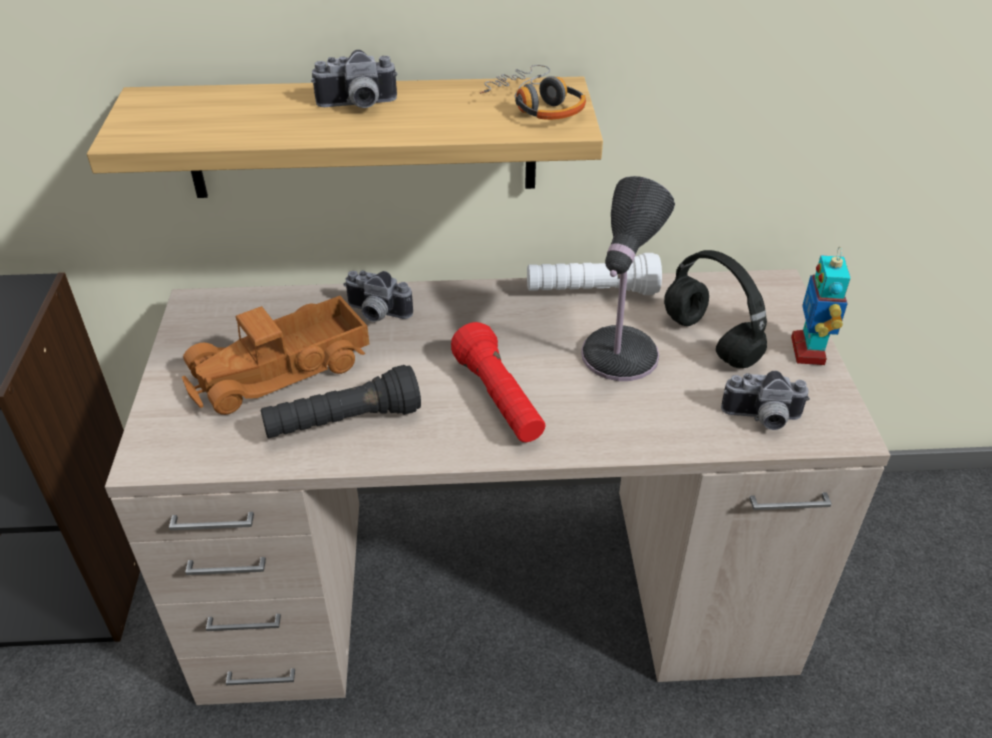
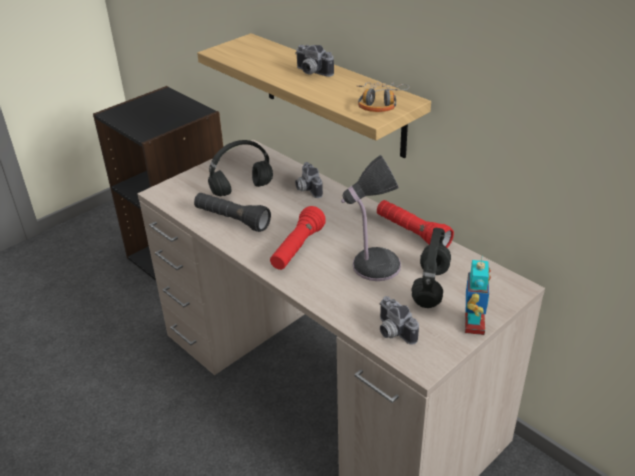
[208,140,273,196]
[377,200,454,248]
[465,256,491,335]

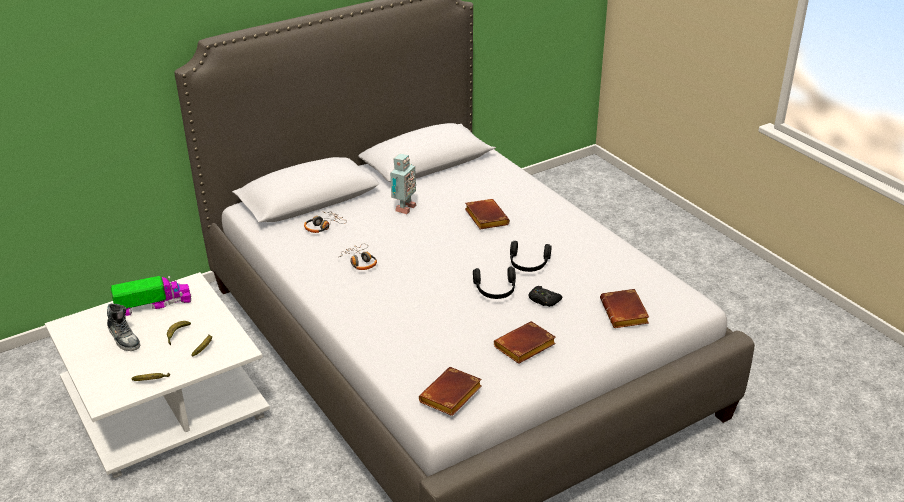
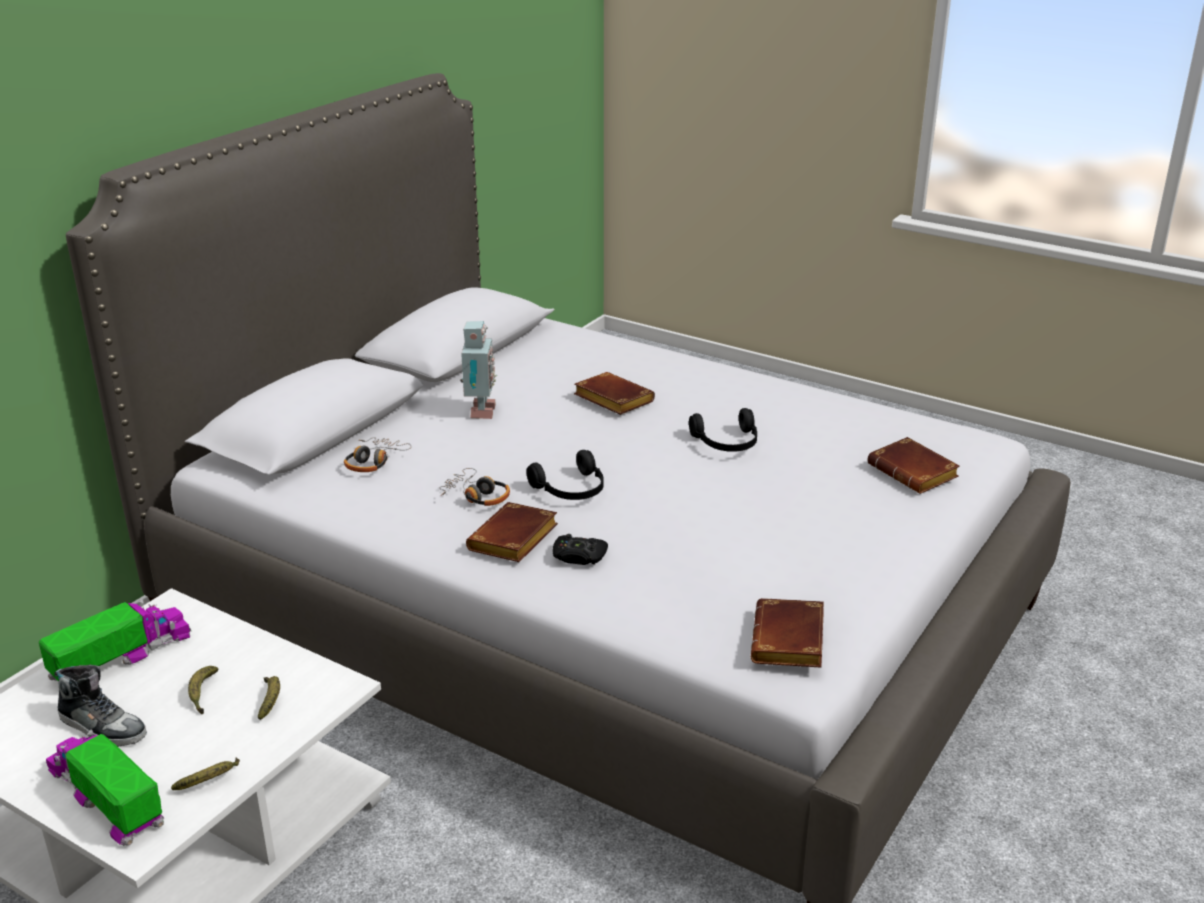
[46,729,164,846]
[526,450,604,500]
[466,502,558,562]
[553,534,608,565]

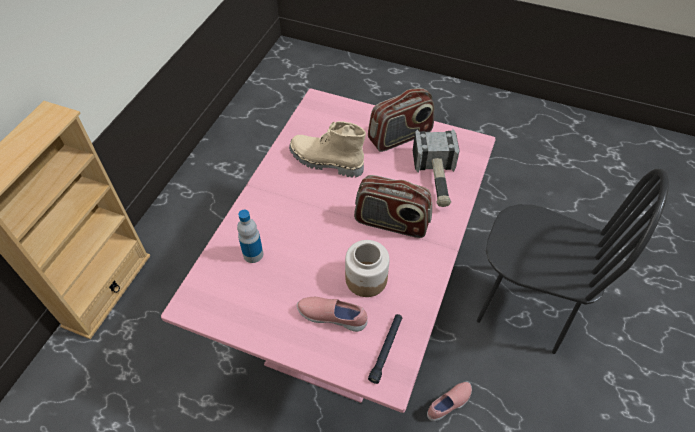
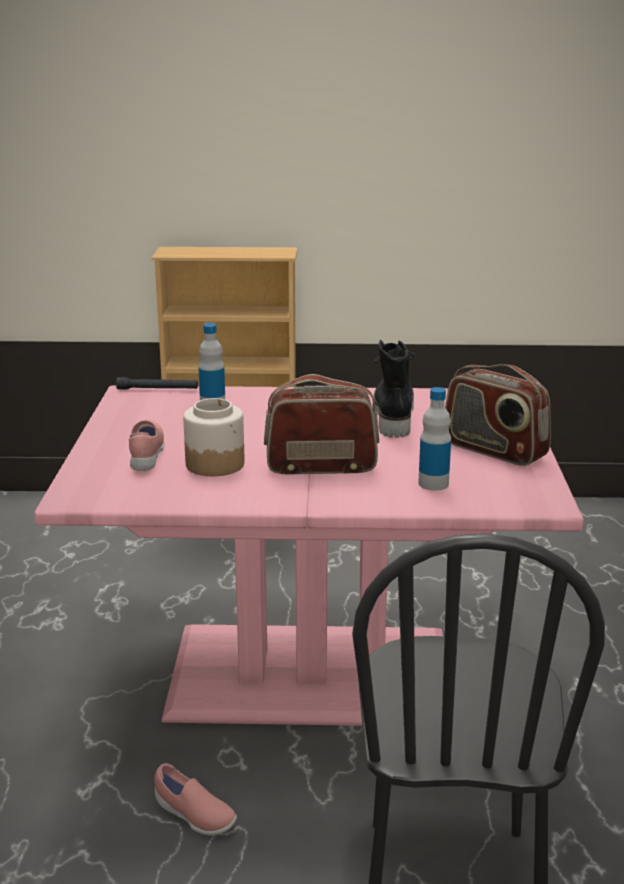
[116,377,198,390]
[418,387,451,491]
[373,339,415,438]
[264,374,379,475]

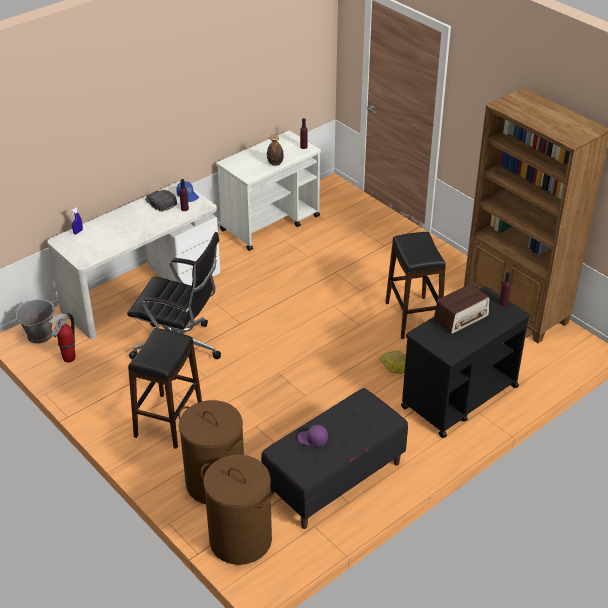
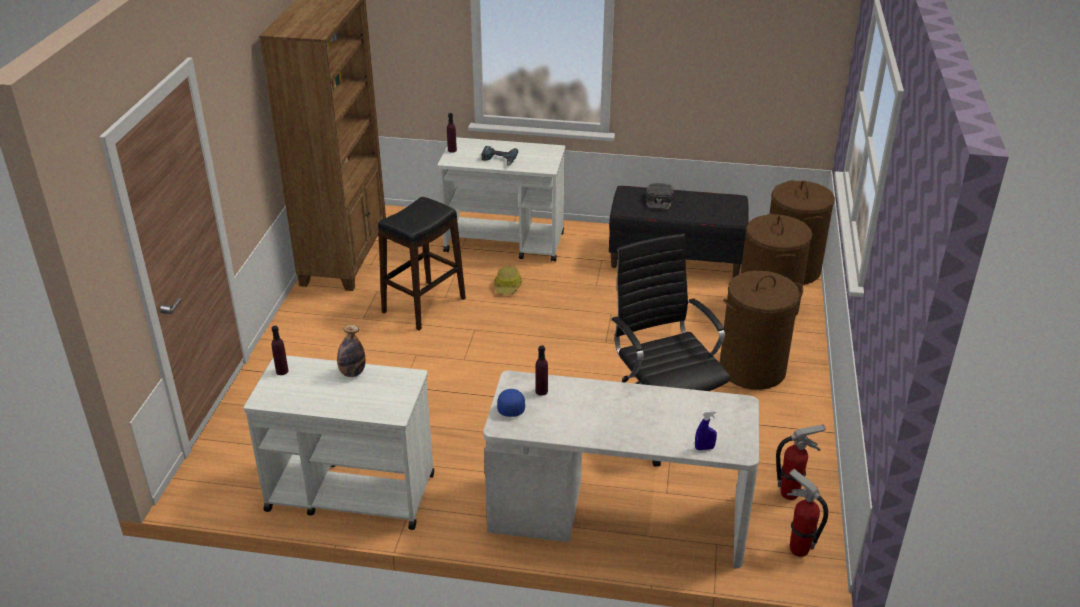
[298,425,328,446] (first image)
[646,183,674,210]
[787,469,828,557]
[720,271,803,390]
[481,146,518,166]
[438,137,566,262]

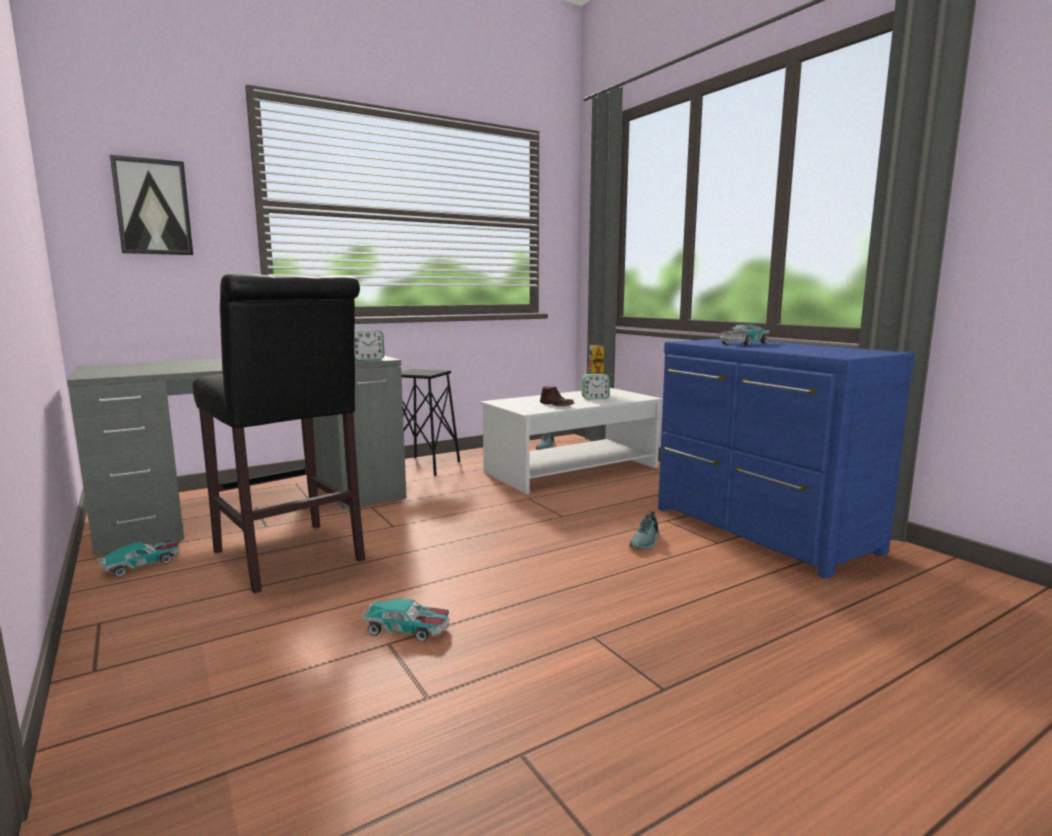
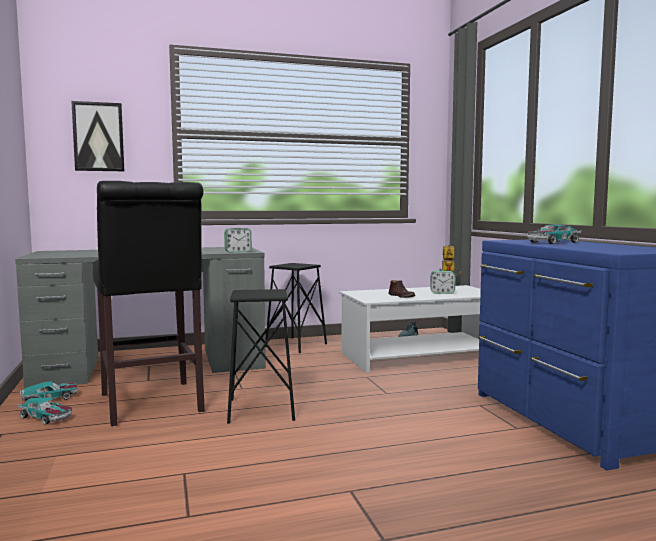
[629,511,659,549] (first image)
[227,289,295,424]
[17,398,72,425]

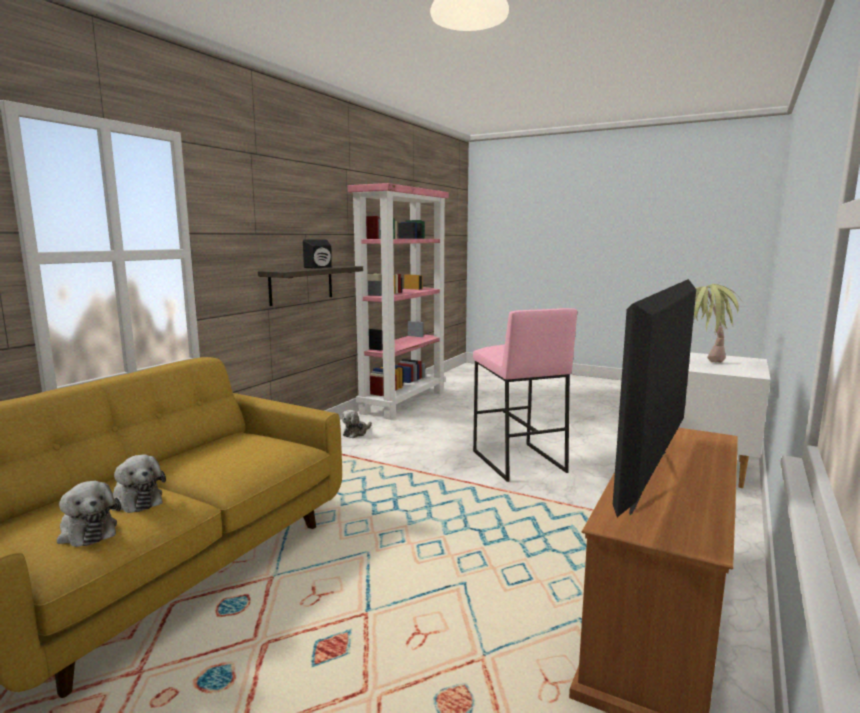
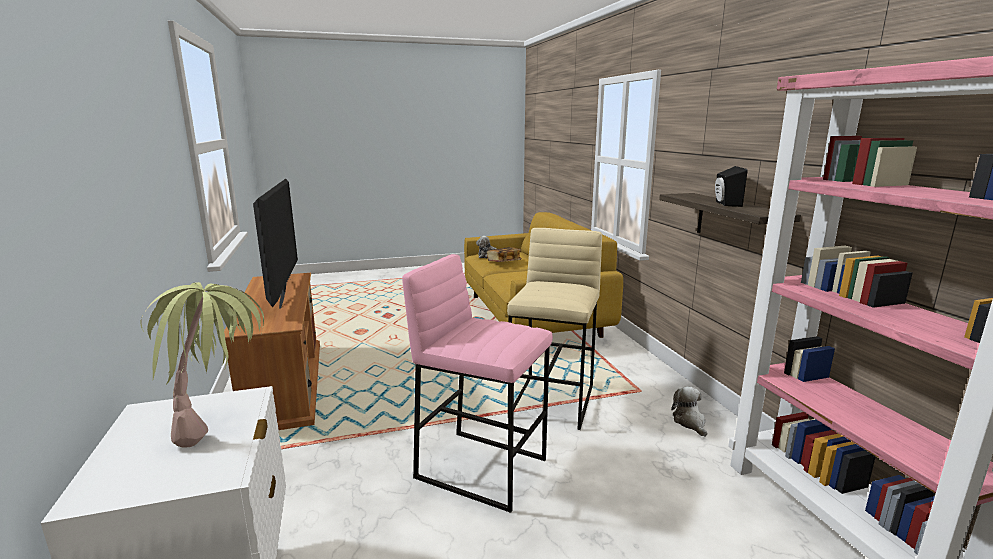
[507,228,602,430]
[487,247,522,262]

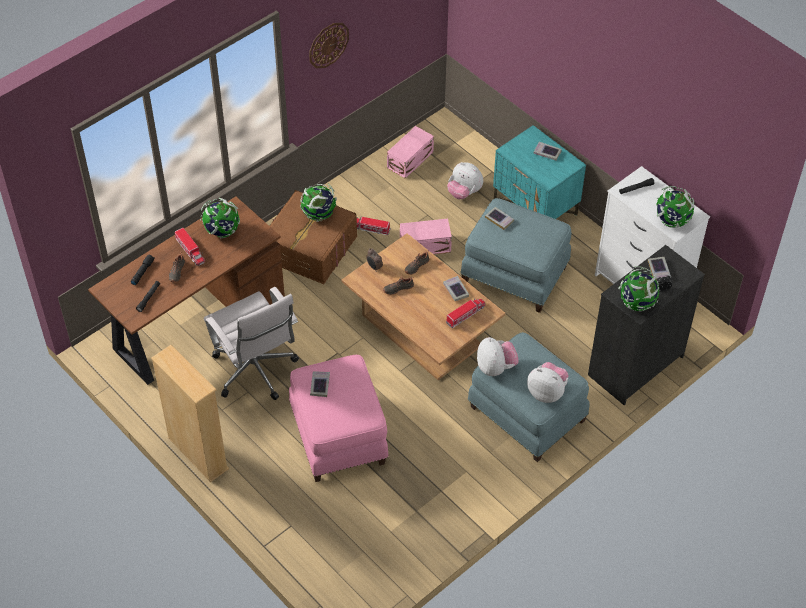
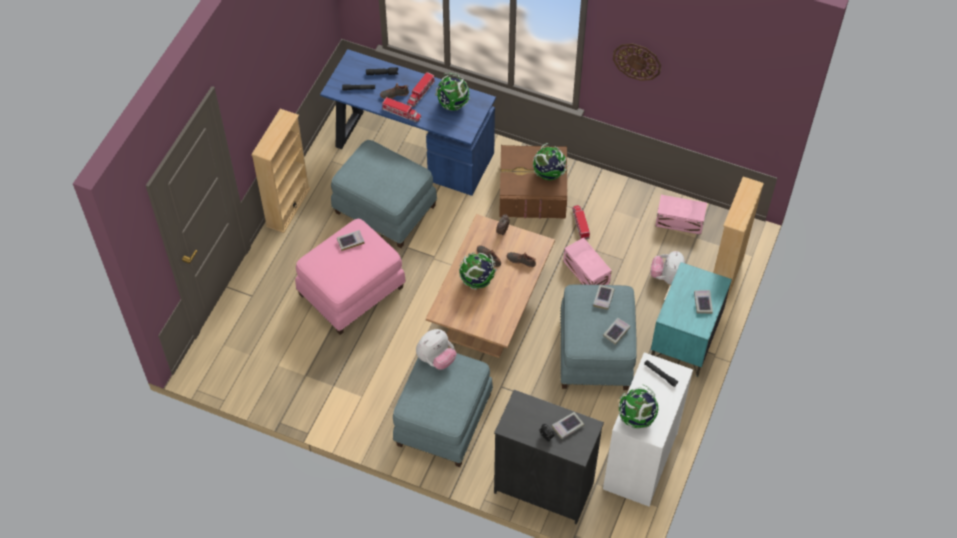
[527,362,569,403] (first image)
[713,177,764,302]
[603,318,630,345]
[382,97,421,122]
[459,252,497,290]
[331,140,437,248]
[320,49,496,196]

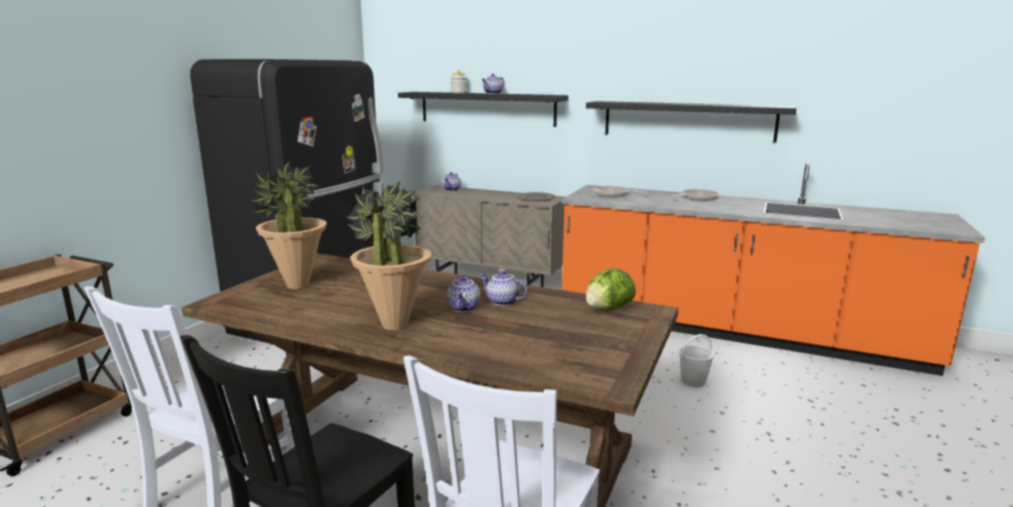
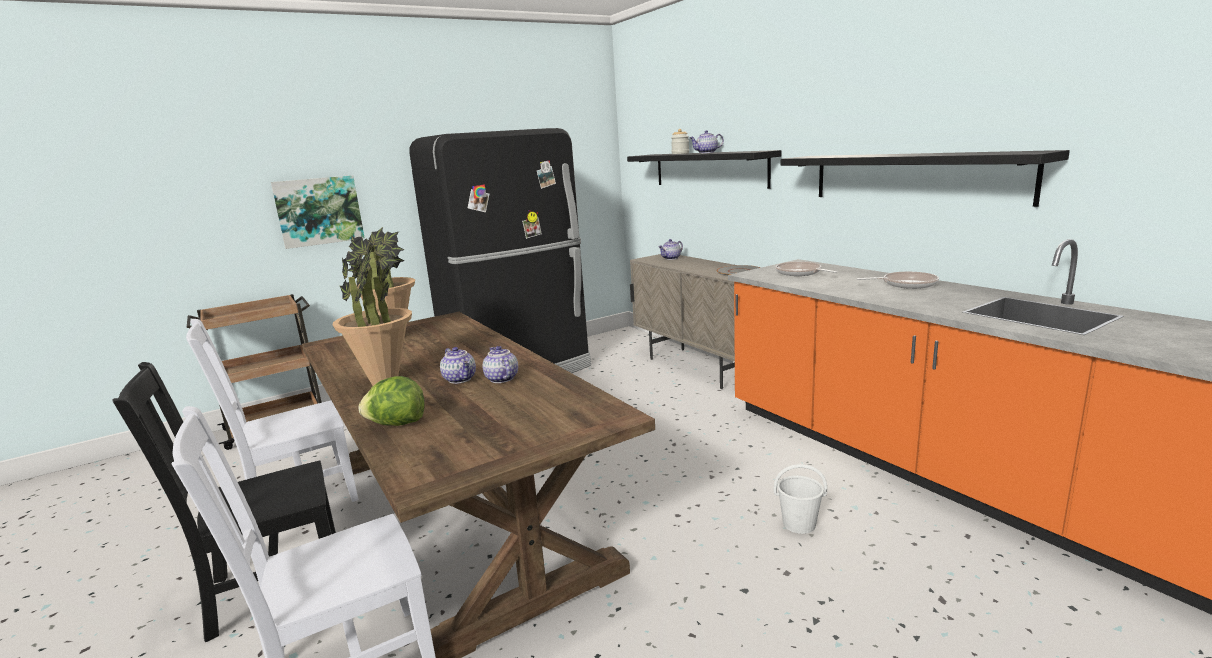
[271,175,365,249]
[359,376,425,426]
[440,347,476,384]

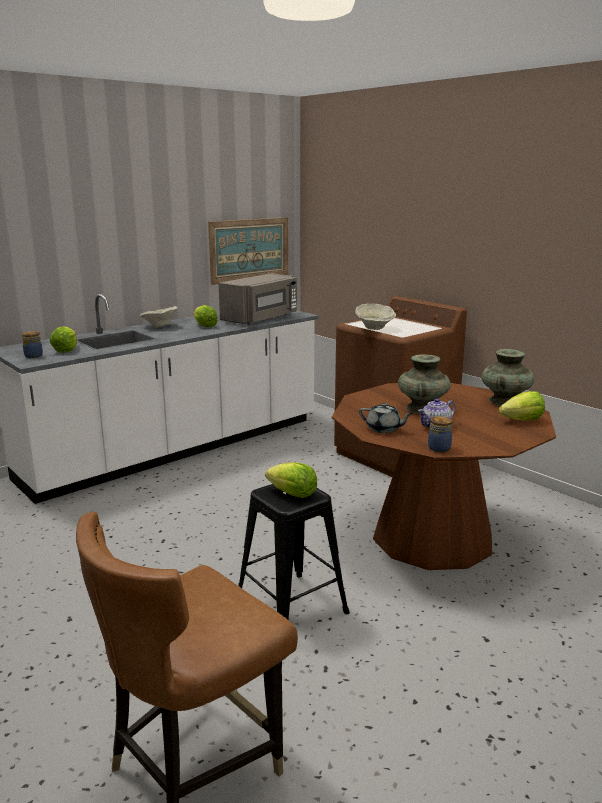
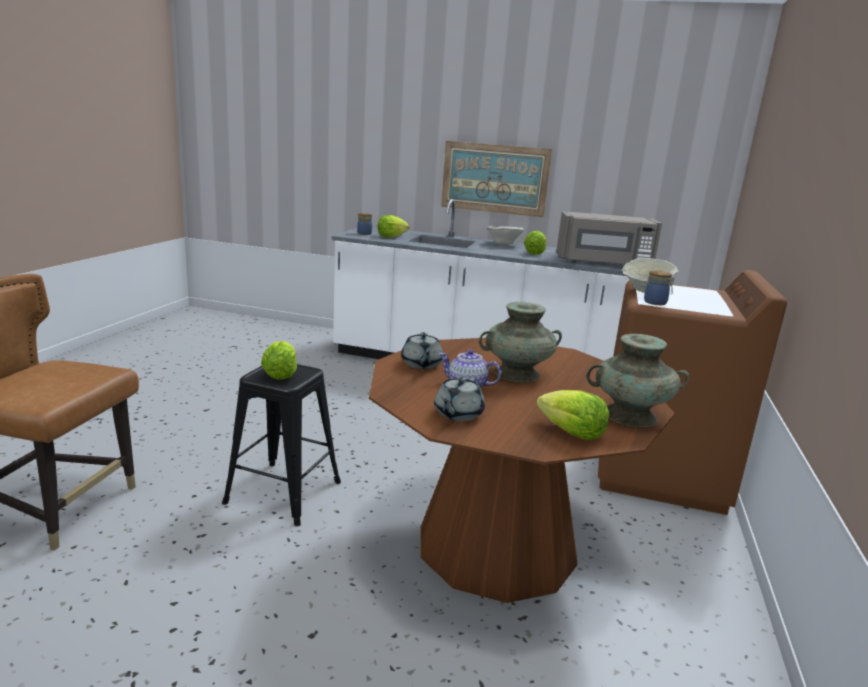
[434,376,485,421]
[441,141,552,217]
[644,270,675,305]

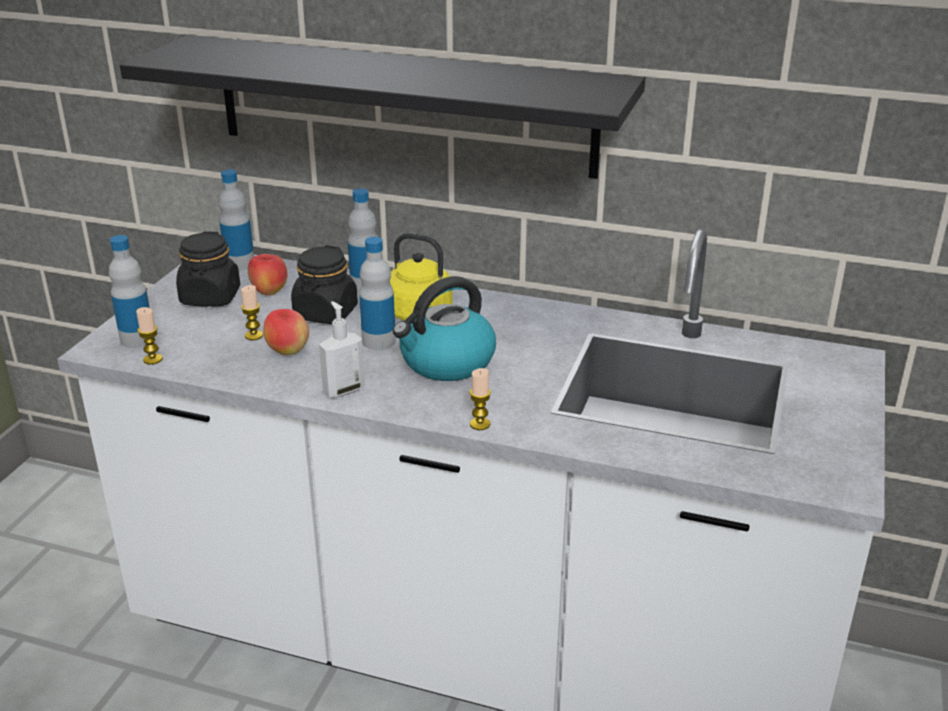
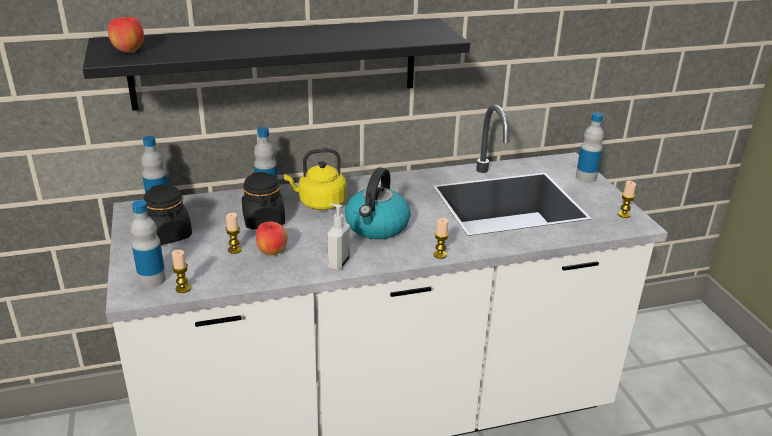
[618,181,636,218]
[108,17,144,53]
[576,112,604,183]

